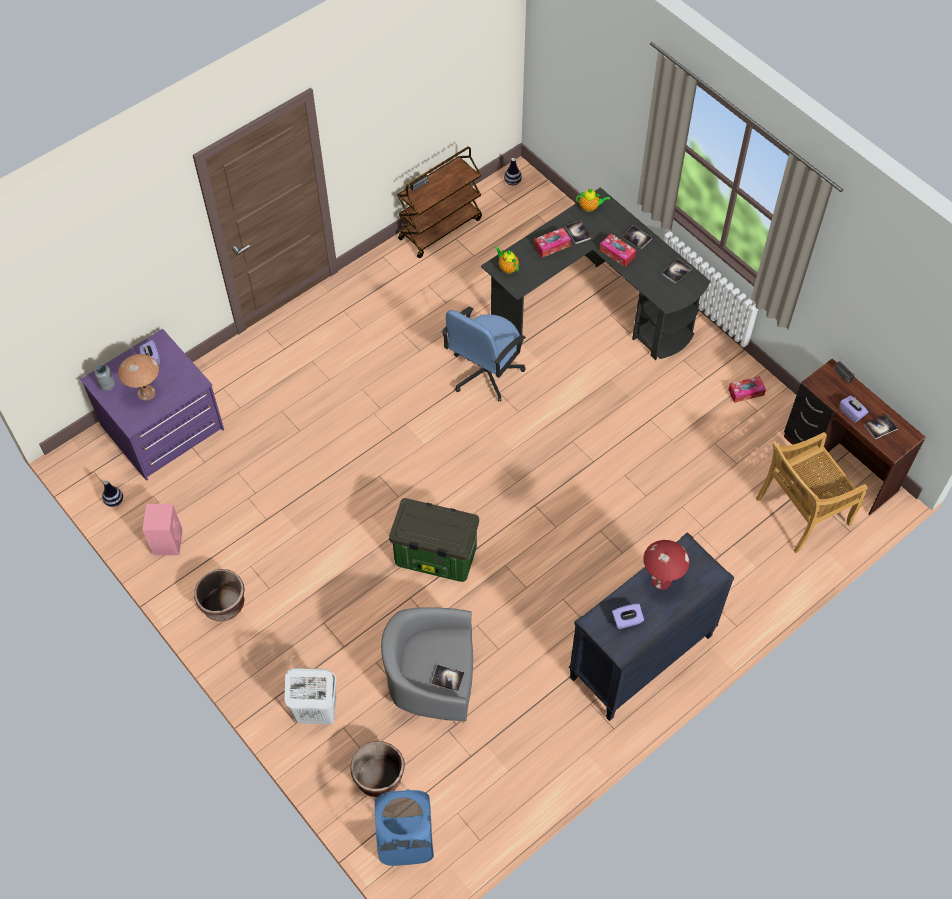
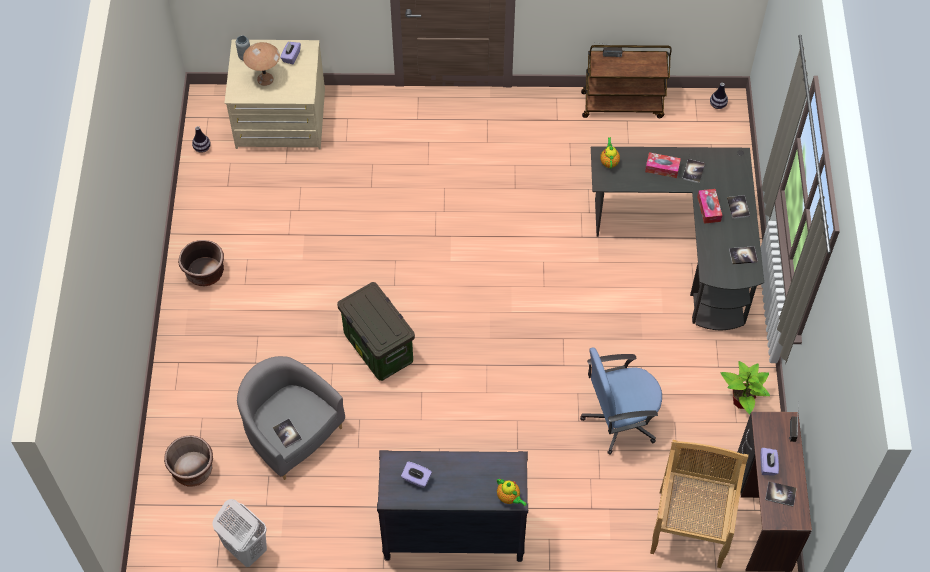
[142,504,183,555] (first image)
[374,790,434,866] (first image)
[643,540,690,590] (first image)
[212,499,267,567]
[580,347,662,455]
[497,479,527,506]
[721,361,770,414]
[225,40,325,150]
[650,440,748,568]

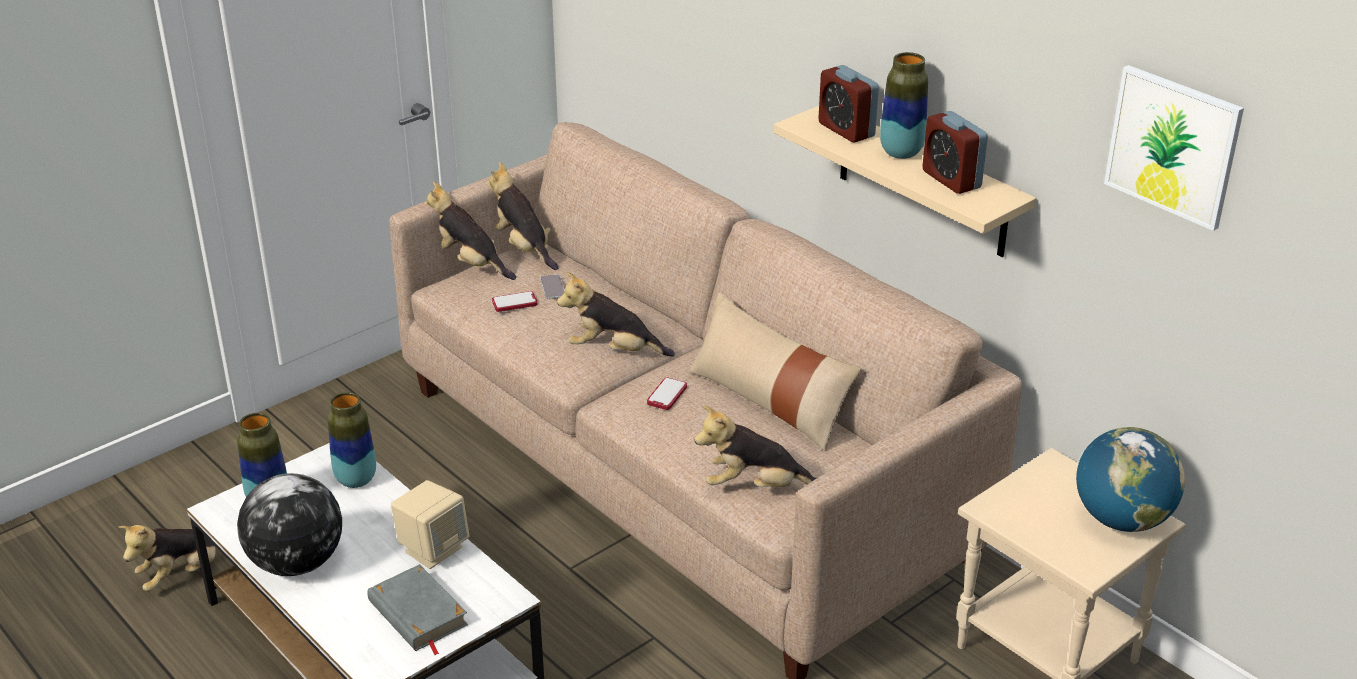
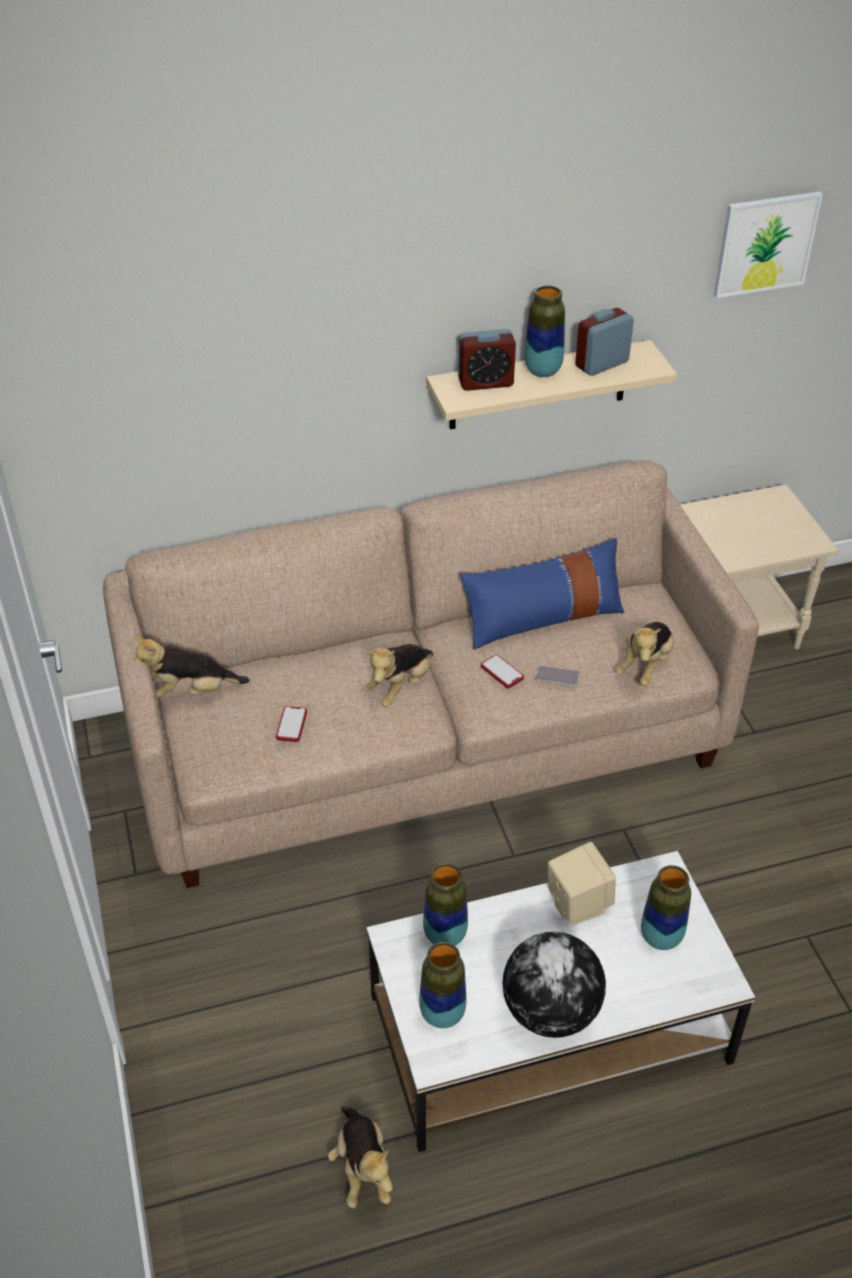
[424,181,516,280] (first image)
[1076,427,1185,532] (first image)
[535,665,580,686]
[641,865,691,950]
[461,538,624,649]
[575,308,634,376]

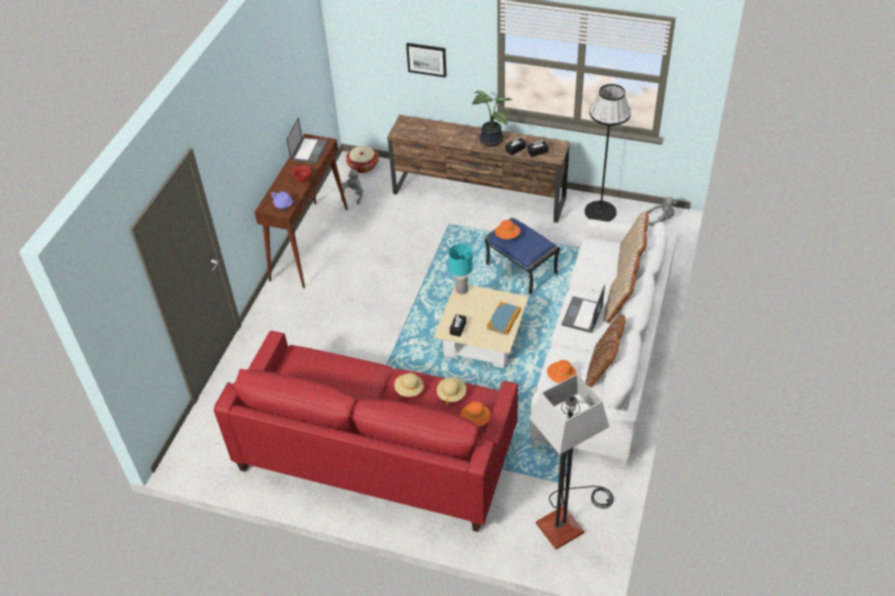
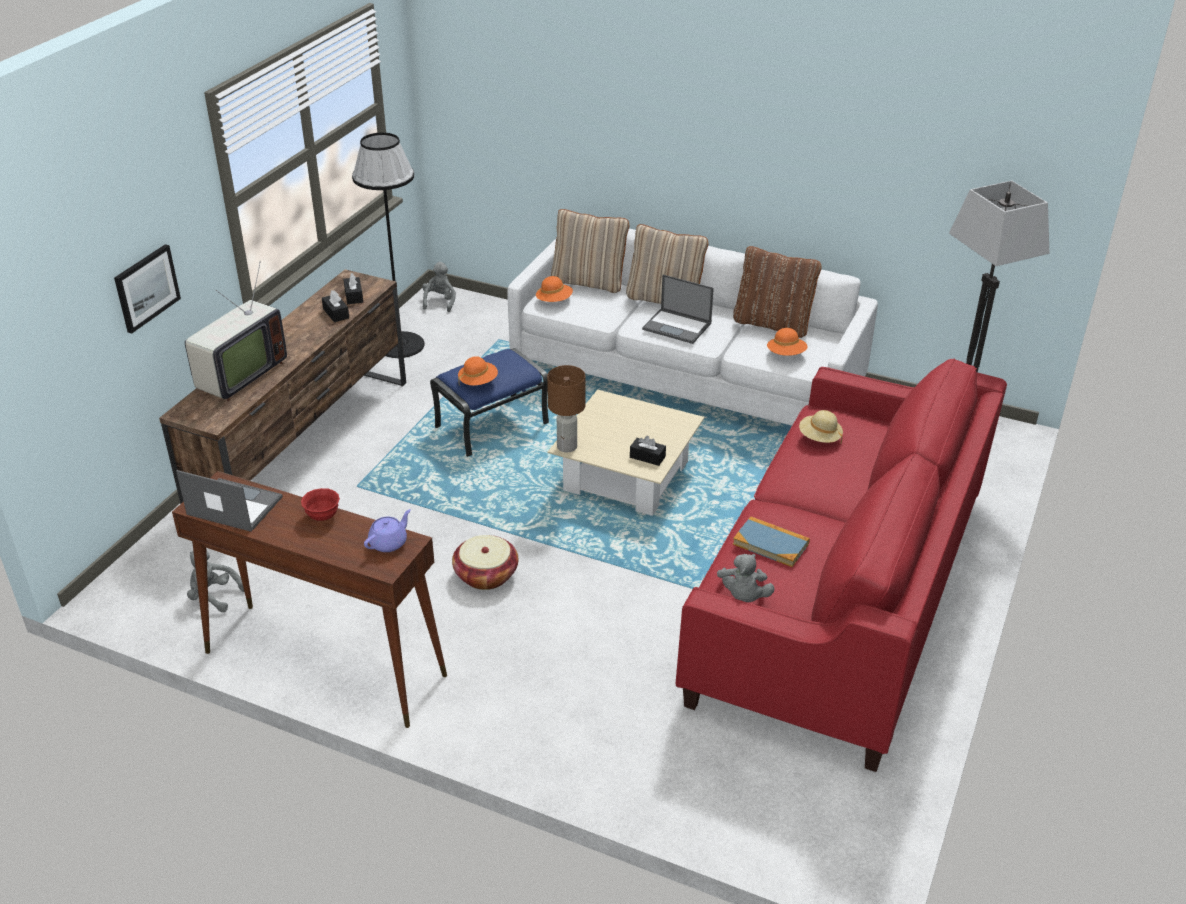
[394,373,424,397] (first image)
[472,91,513,147] (first image)
[185,261,287,401]
[717,554,775,602]
[452,535,518,590]
[536,276,573,302]
[733,516,810,567]
[547,365,586,452]

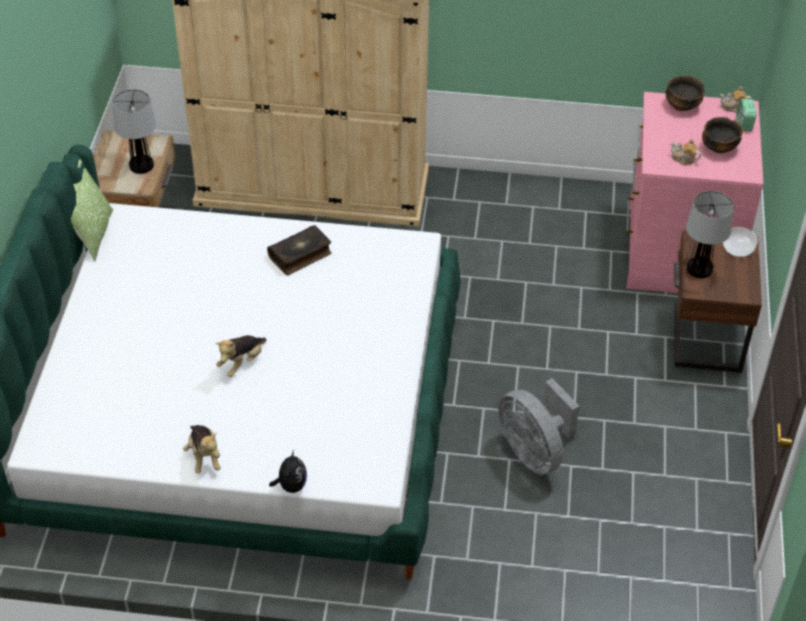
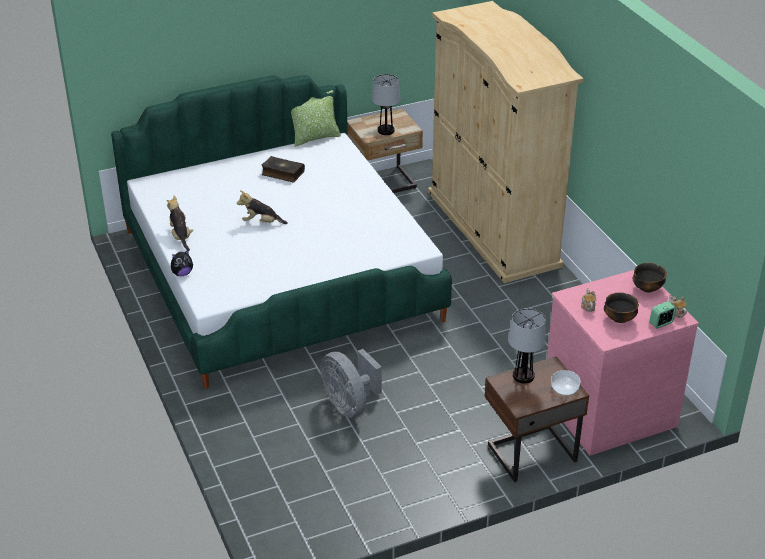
[262,156,305,182]
[167,196,193,251]
[320,349,382,418]

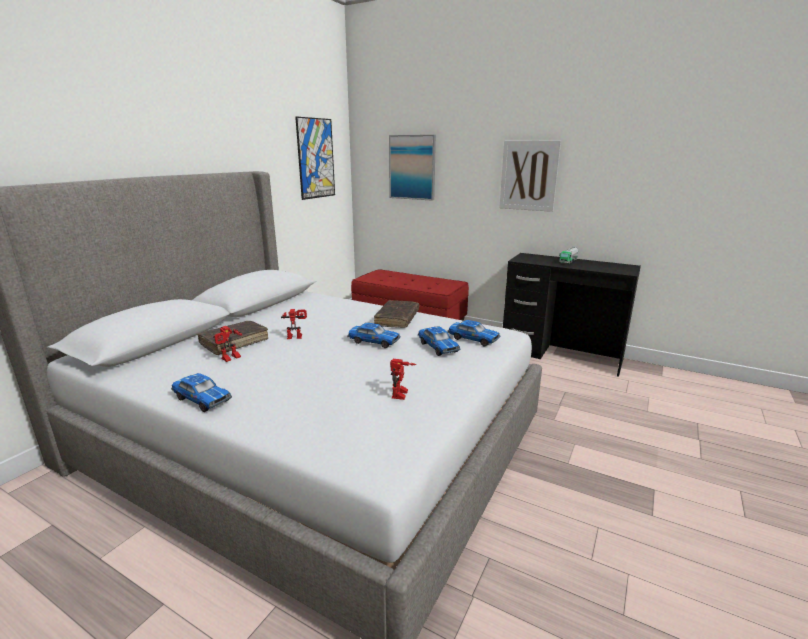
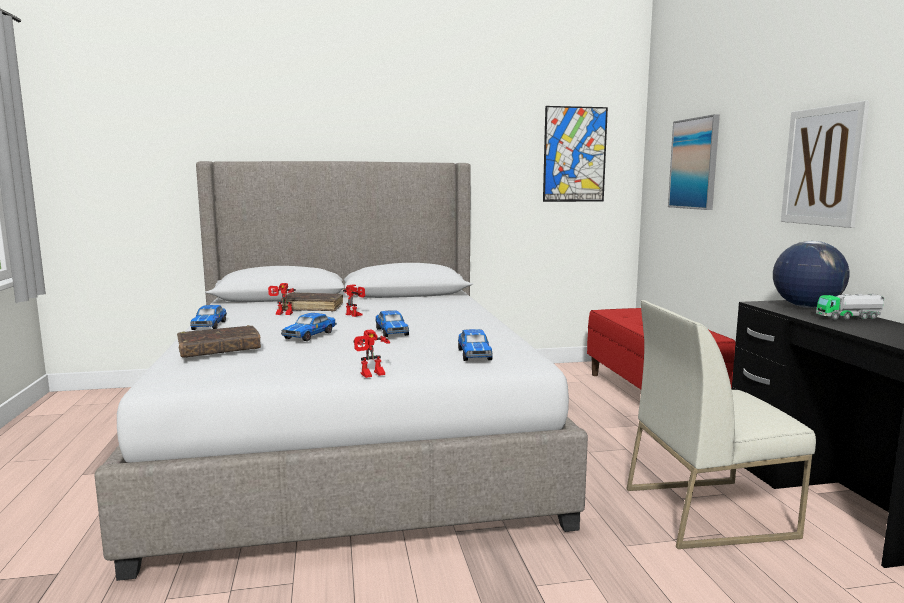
[626,300,816,549]
[773,241,849,308]
[177,325,261,358]
[353,330,390,378]
[281,313,337,341]

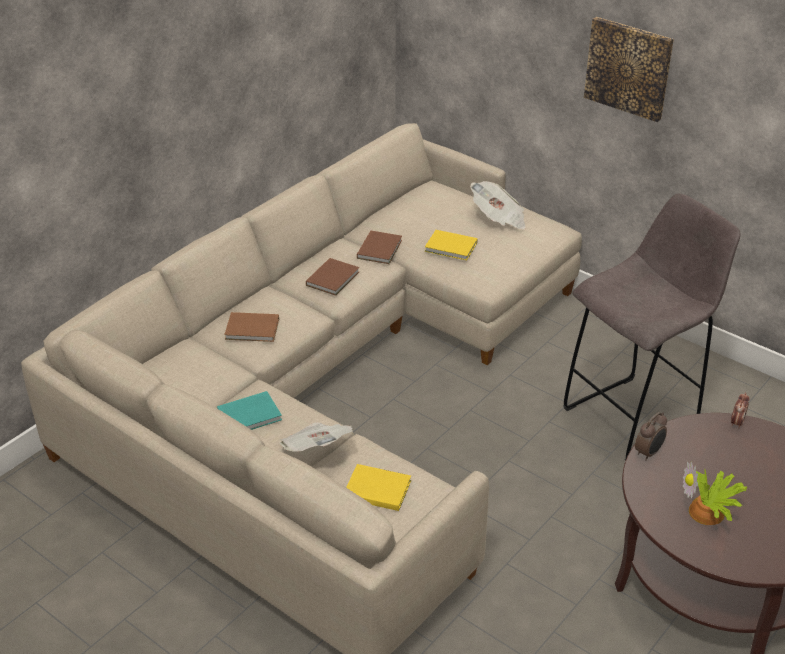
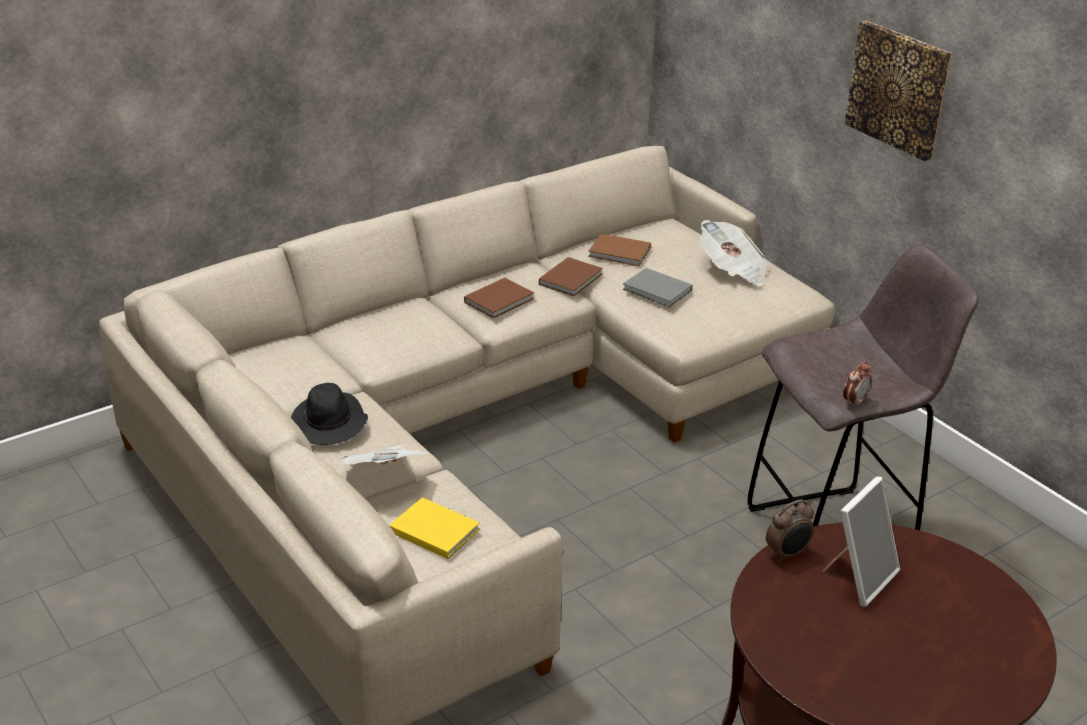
[683,461,747,525] (first image)
[823,476,900,607]
[588,234,651,266]
[843,361,872,408]
[291,383,368,445]
[623,268,692,307]

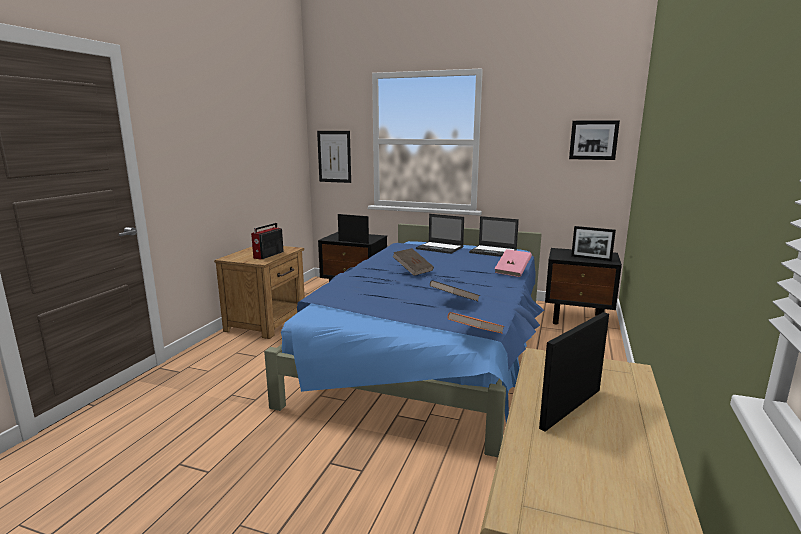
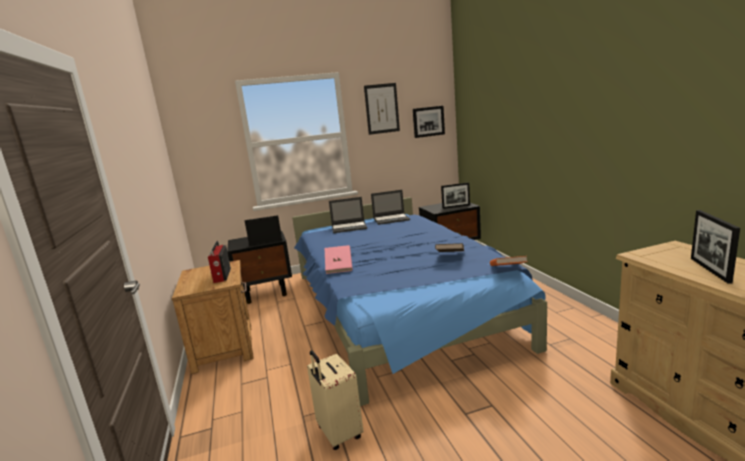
[392,248,434,276] (first image)
[307,350,363,450]
[364,83,400,135]
[325,245,353,274]

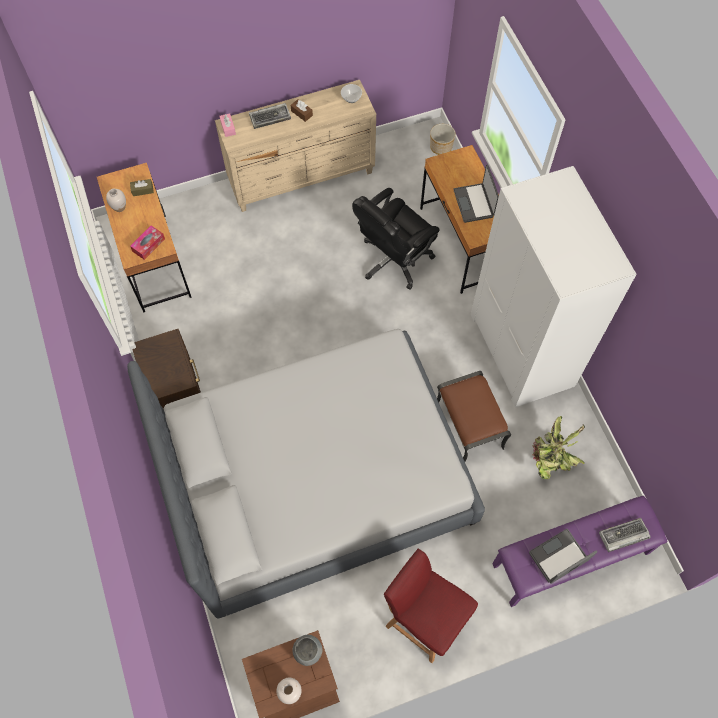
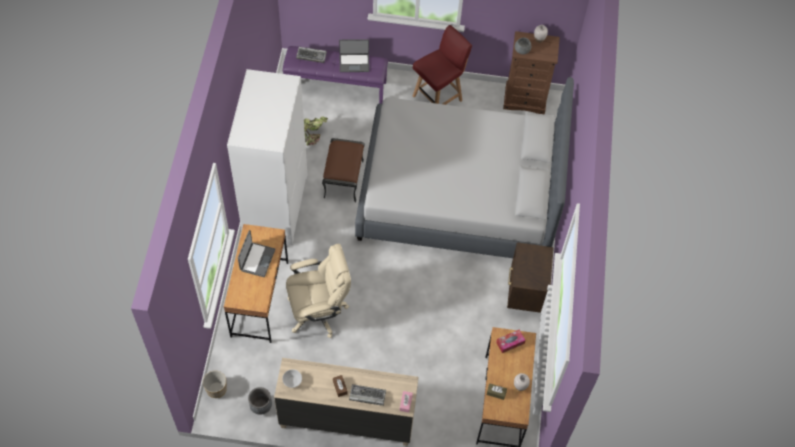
[248,387,272,415]
[286,244,351,338]
[413,25,472,105]

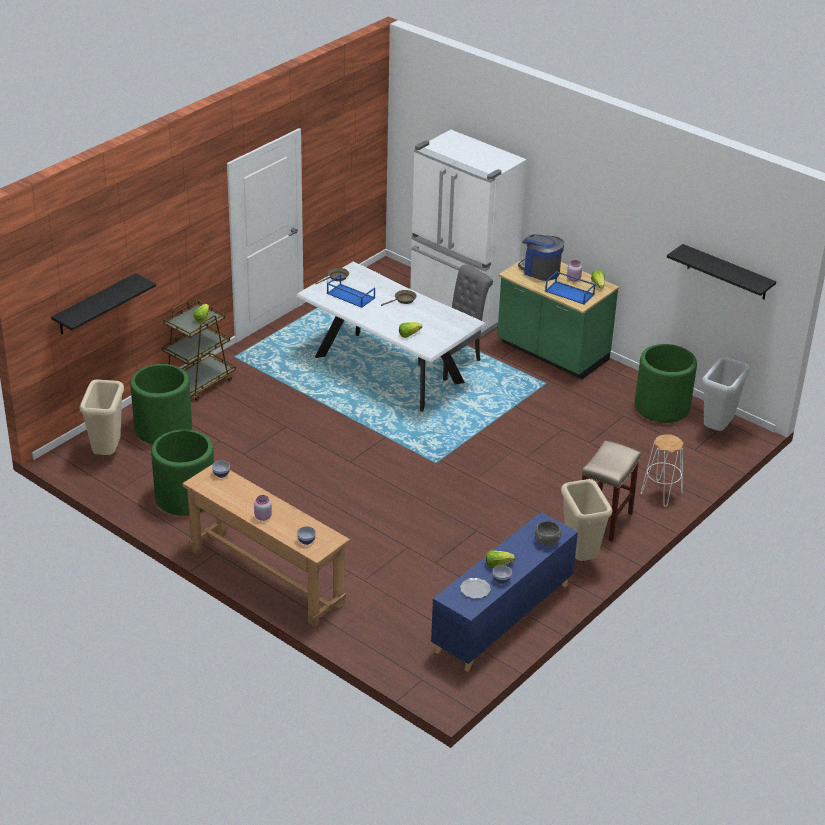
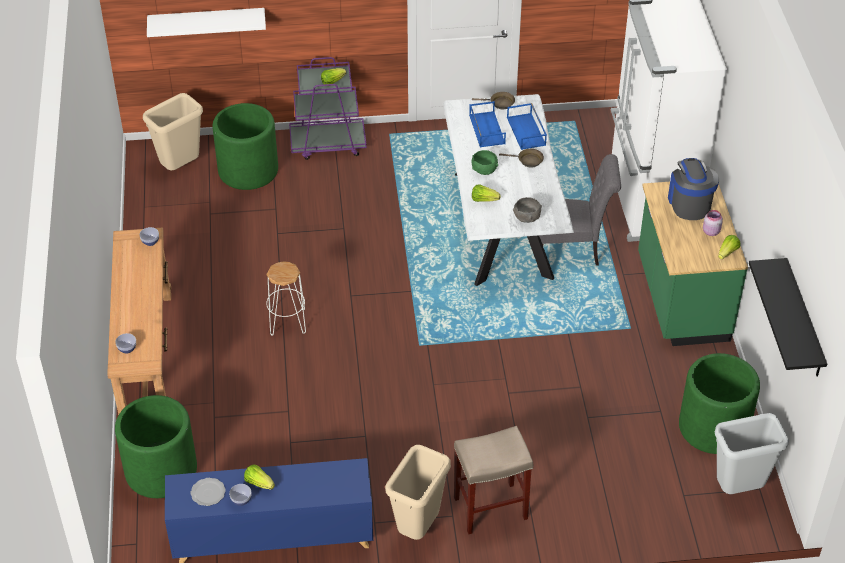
[254,495,272,521] (first image)
[471,150,498,175]
[115,395,197,498]
[513,197,542,223]
[507,103,547,150]
[266,261,306,336]
[147,8,266,37]
[289,57,367,160]

